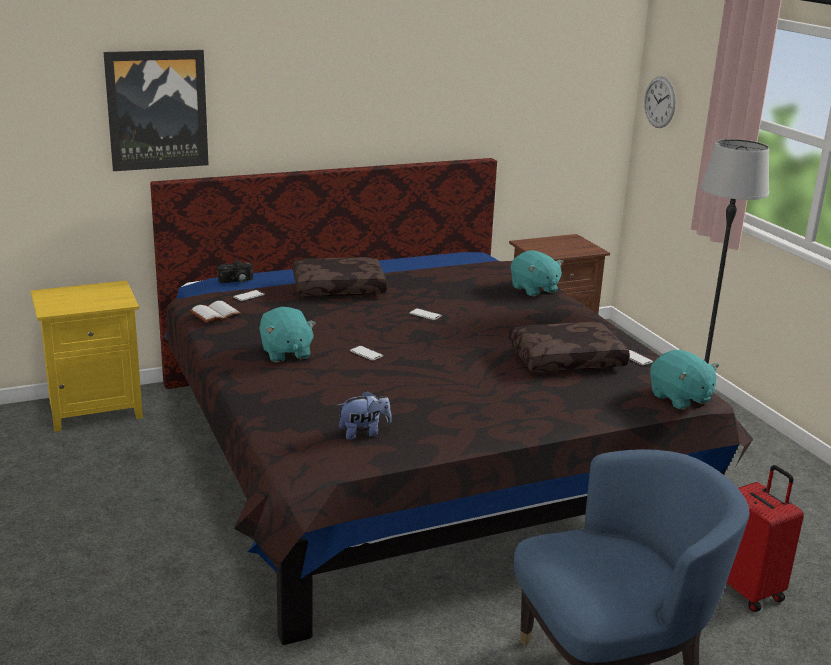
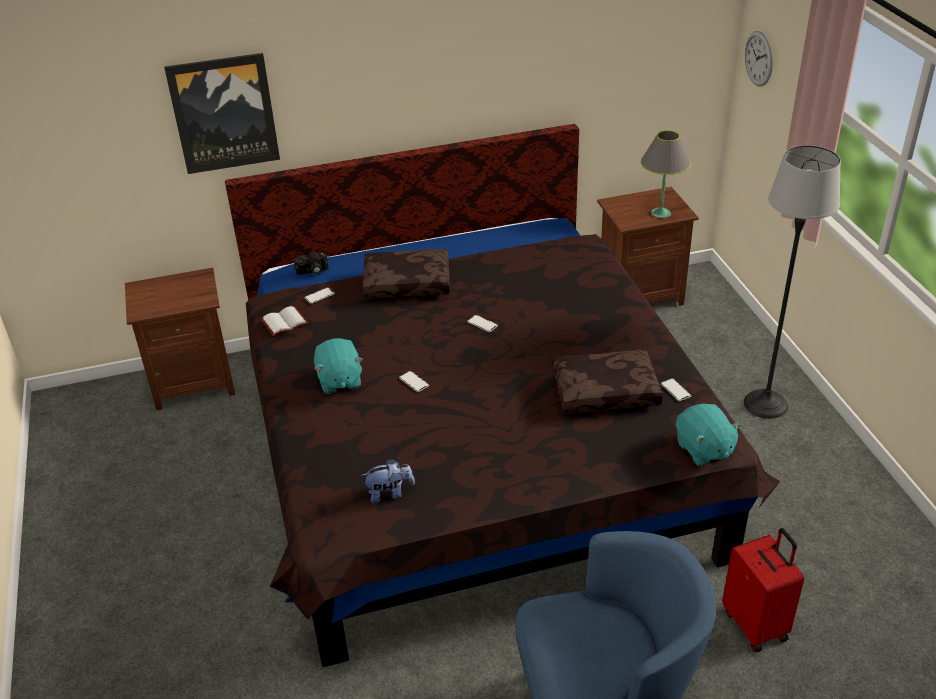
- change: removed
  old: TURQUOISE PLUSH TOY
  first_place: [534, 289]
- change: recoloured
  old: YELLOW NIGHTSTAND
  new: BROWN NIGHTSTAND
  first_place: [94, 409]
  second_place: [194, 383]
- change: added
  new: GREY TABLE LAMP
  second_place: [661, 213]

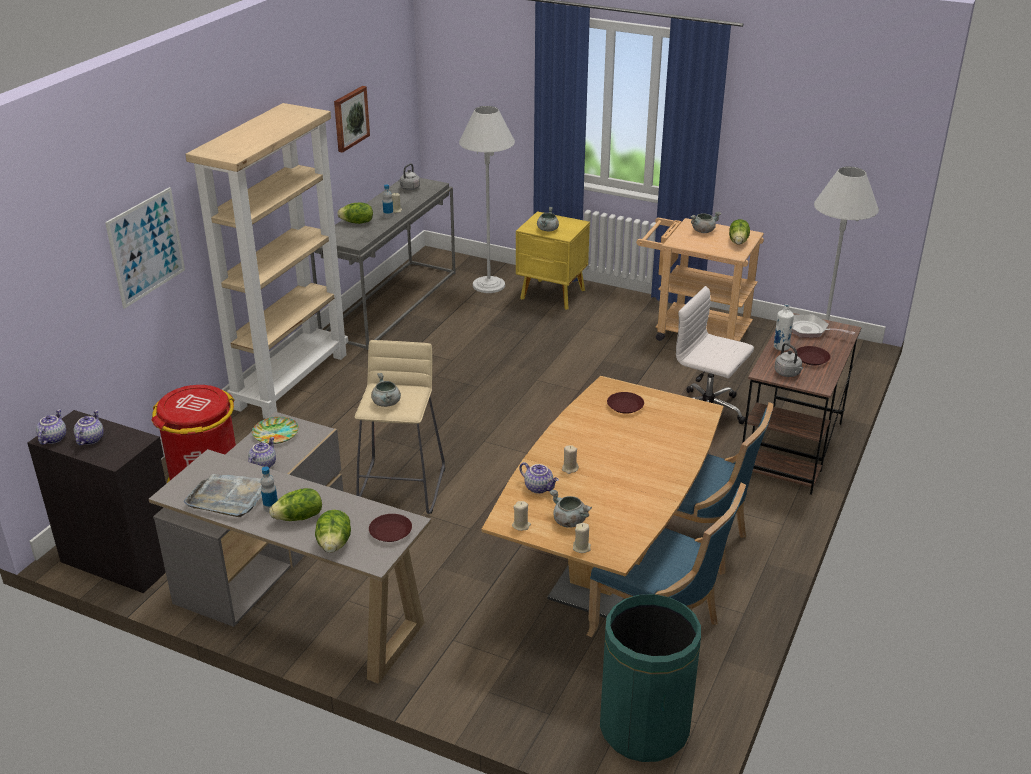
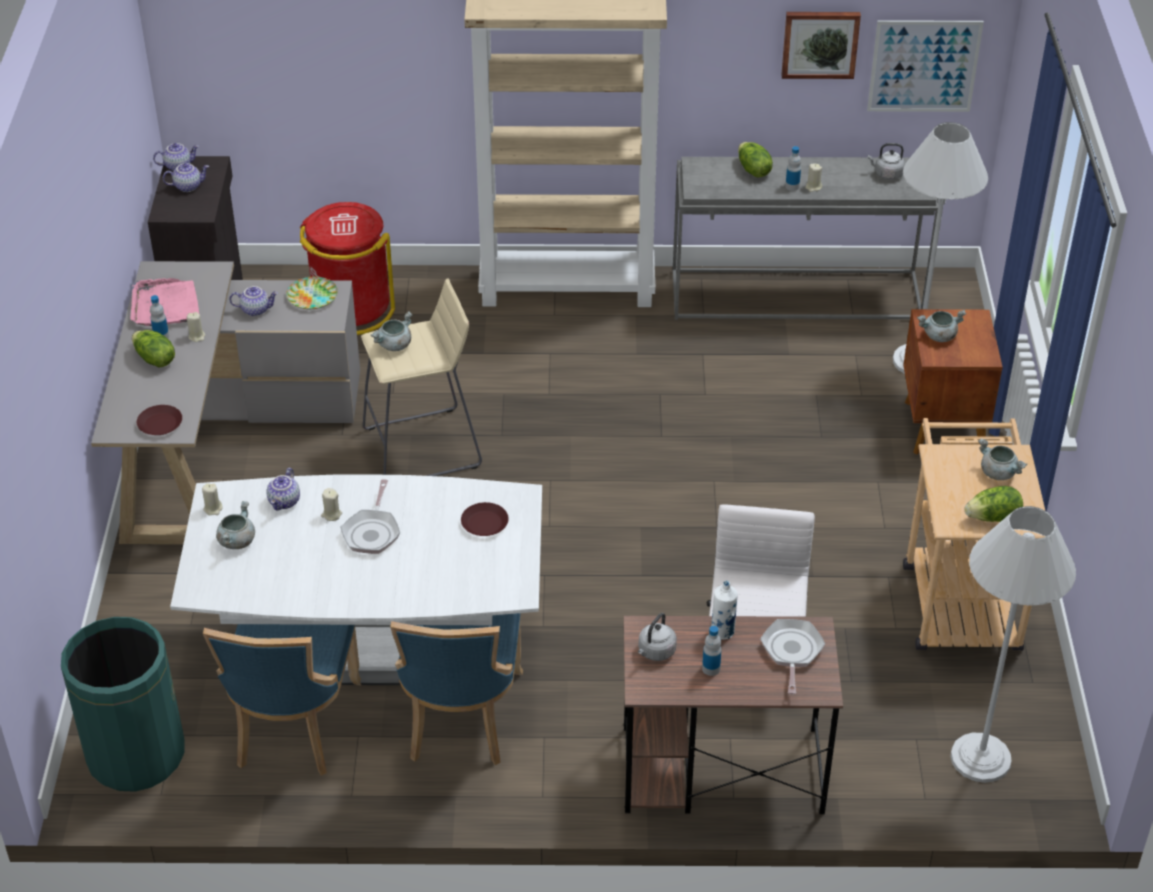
- change: moved
  old: PICTURE
  first_place: [146, 247]
  second_place: [924, 66]
- change: recoloured
  old: YELLOW NIGHTSTAND
  new: BROWN NIGHTSTAND
  first_place: [553, 295]
  second_place: [943, 428]
- change: replaced
  old: BROWN PLATE
  new: BOTTLE
  first_place: [812, 359]
  second_place: [711, 669]
- change: recoloured
  old: BROWN DINING TABLE
  new: WHITE DINING TABLE
  first_place: [605, 566]
  second_place: [373, 654]
- change: recoloured
  old: GREY TRAY
  new: PINK TRAY
  first_place: [229, 497]
  second_place: [165, 306]
- change: removed
  old: LETTUCE
  first_place: [334, 544]
- change: moved
  old: BEIGE CANDLE
  first_place: [581, 548]
  second_place: [197, 336]
- change: added
  new: FRYING PAN
  second_place: [372, 532]

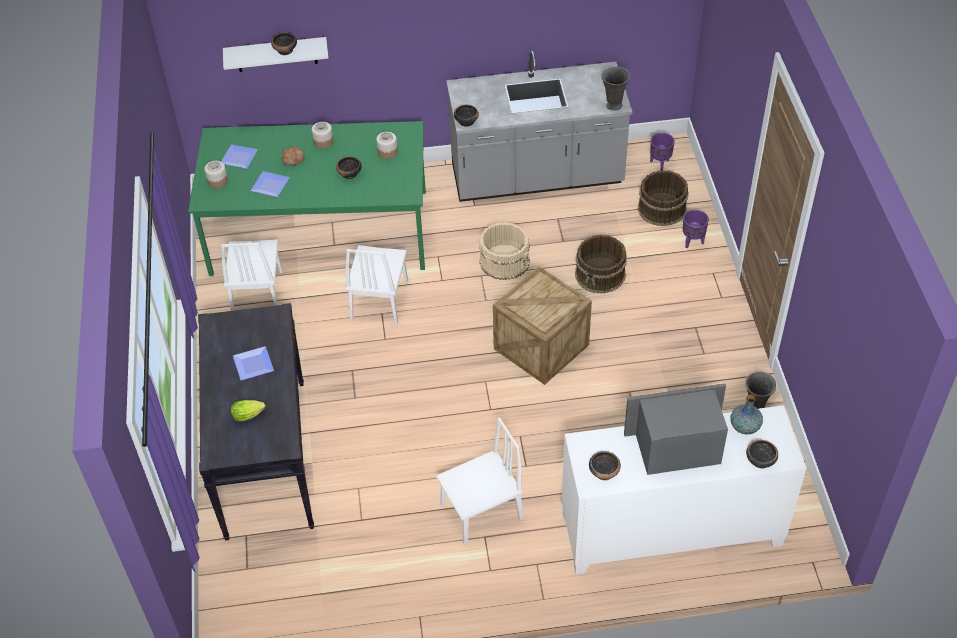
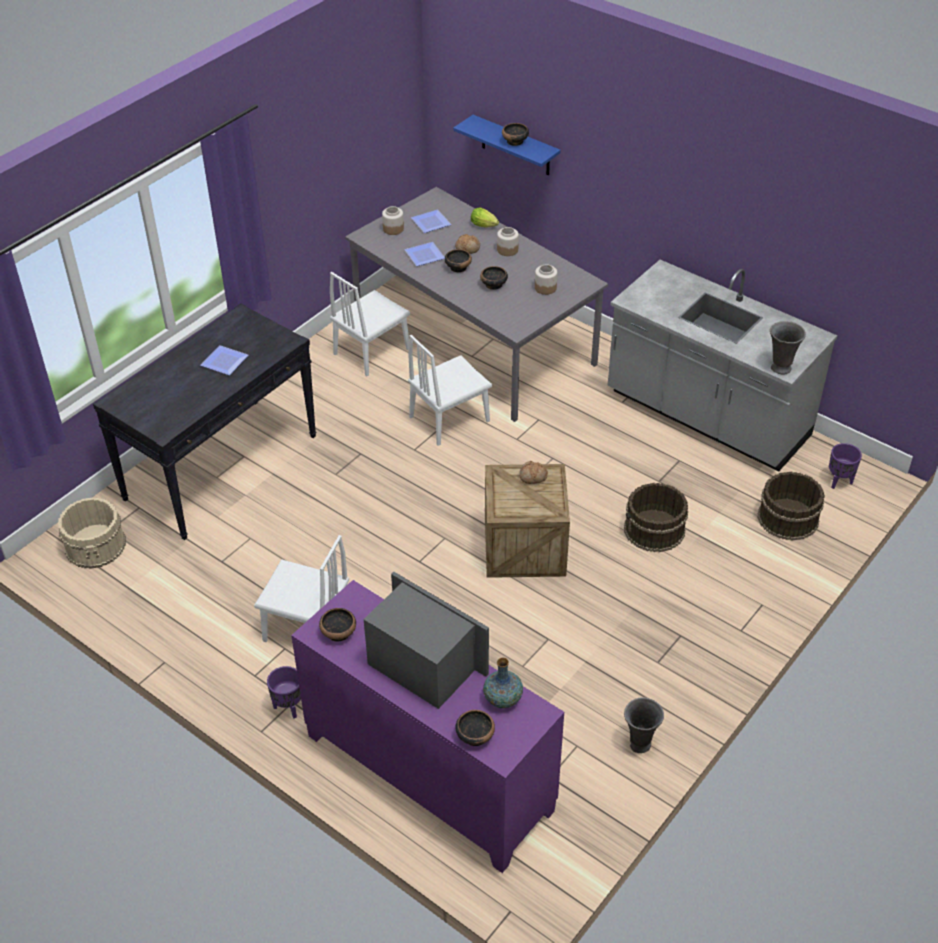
- change: recoloured
  old: WHITE SHELF
  new: BLUE SHELF
  first_place: [276, 54]
  second_place: [515, 146]
- change: moved
  old: BOWL
  first_place: [466, 121]
  second_place: [458, 267]
- change: recoloured
  old: GREEN DINING TABLE
  new: GREY DINING TABLE
  first_place: [319, 233]
  second_place: [472, 340]
- change: moved
  old: PURPLE PLANTER
  first_place: [693, 242]
  second_place: [289, 707]
- change: moved
  old: BEIGE BUCKET
  first_place: [504, 261]
  second_place: [96, 545]
- change: moved
  old: LETTUCE
  first_place: [249, 415]
  second_place: [485, 226]
- change: recoloured
  old: WHITE CABINET
  new: PURPLE CABINET
  first_place: [671, 530]
  second_place: [427, 773]
- change: added
  new: BREAD
  second_place: [533, 477]

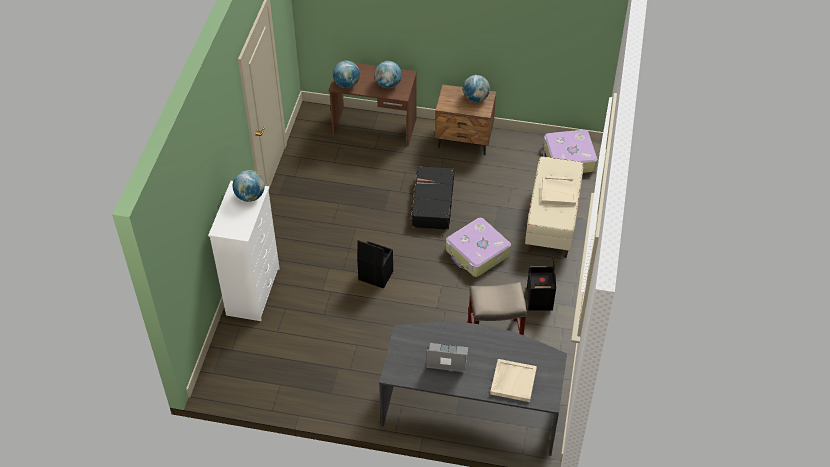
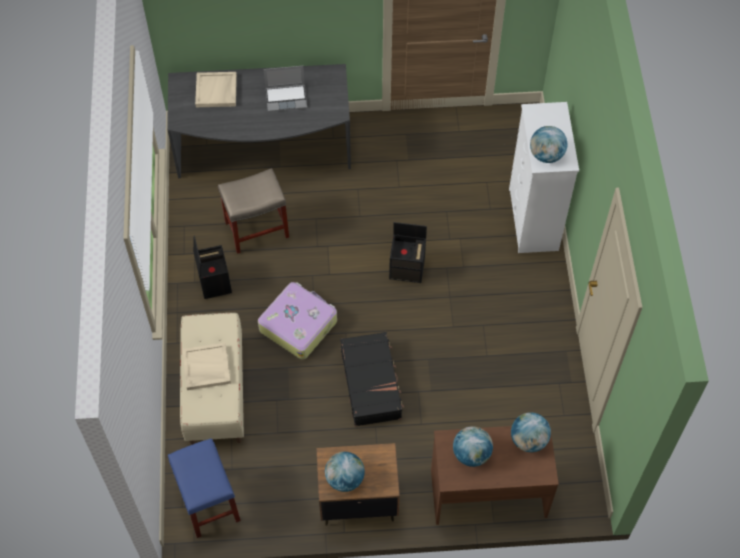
- change: replaced
  old: SUITCASE
  new: BLUE STOOL
  first_place: [568, 159]
  second_place: [208, 501]

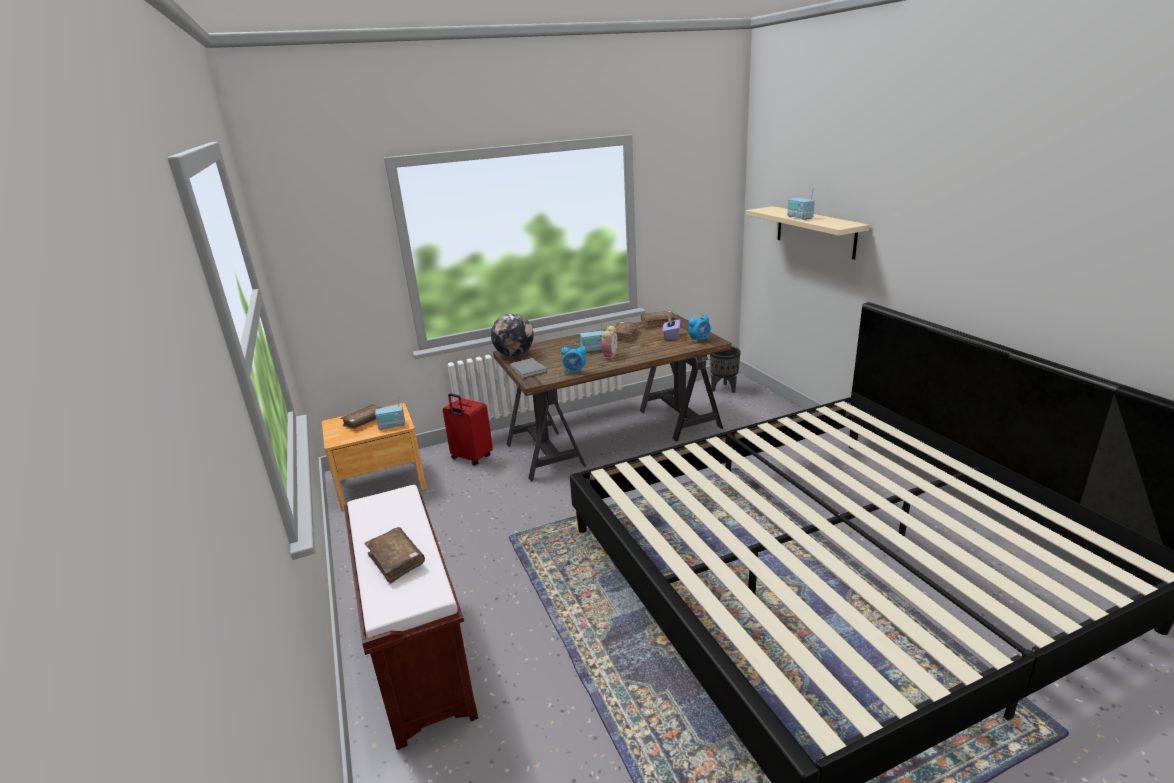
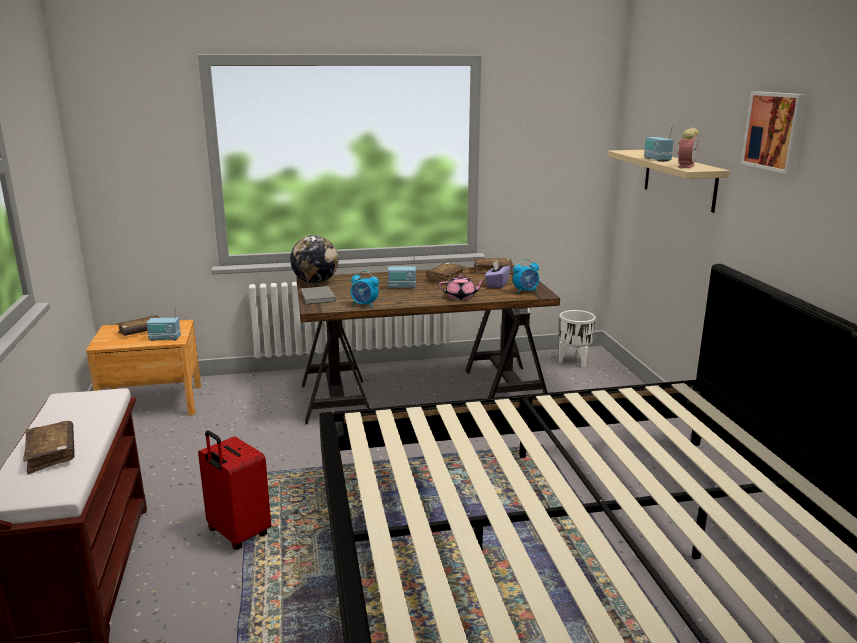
- change: moved
  old: ALARM CLOCK
  first_place: [610, 355]
  second_place: [686, 166]
- change: recoloured
  old: BLACK PLANTER
  new: WHITE PLANTER
  first_place: [724, 389]
  second_place: [574, 361]
- change: moved
  old: RED SUITCASE
  first_place: [471, 458]
  second_place: [237, 534]
- change: added
  new: PICTURE
  second_place: [776, 131]
- change: added
  new: PINK TEAPOT
  second_place: [461, 297]

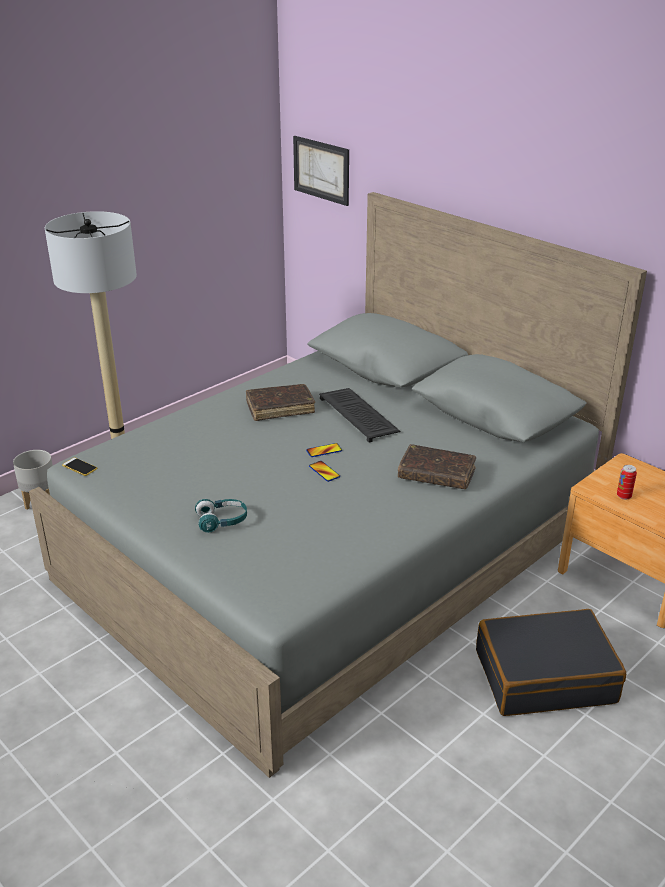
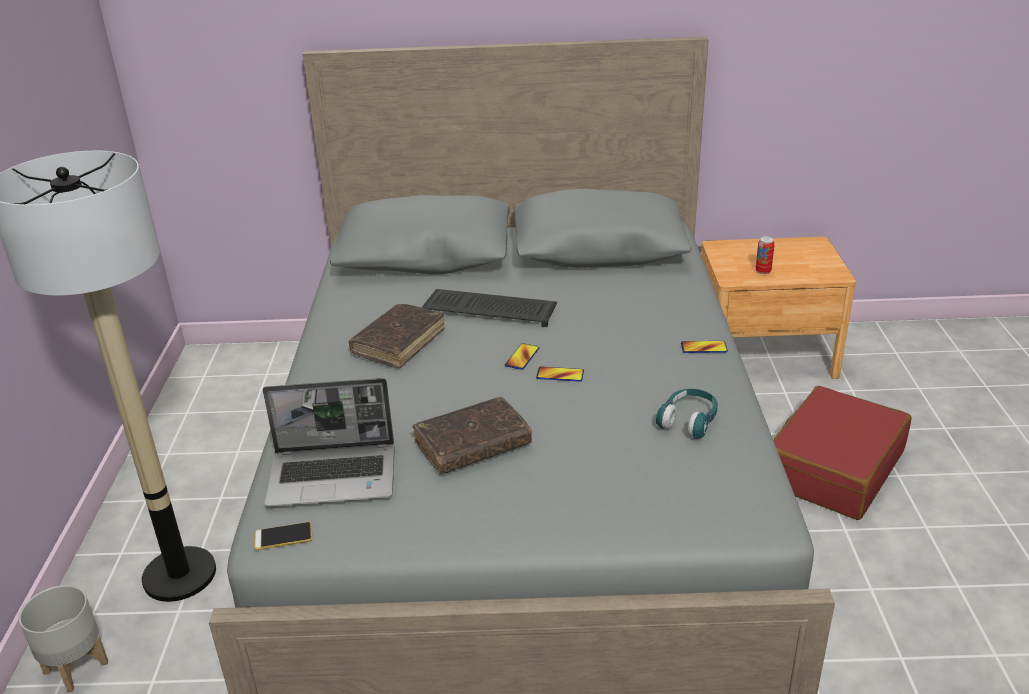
- change: removed
  old: PICTURE
  first_place: [321, 170]
- change: moved
  old: BROWN BOOK
  first_place: [436, 474]
  second_place: [472, 445]
- change: moved
  old: TURQUOISE HEADPHONES
  first_place: [222, 521]
  second_place: [688, 421]
- change: recoloured
  old: BLACK SUITCASE
  new: RED SUITCASE
  first_place: [544, 676]
  second_place: [832, 467]
- change: added
  new: PHONE
  second_place: [703, 348]
- change: added
  new: LAPTOP
  second_place: [334, 476]

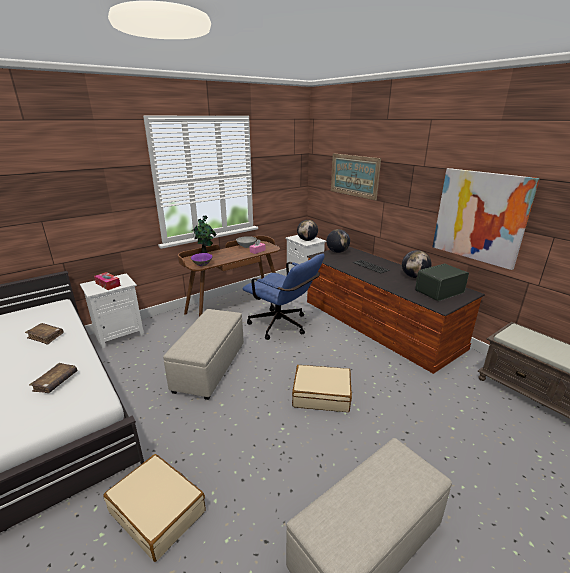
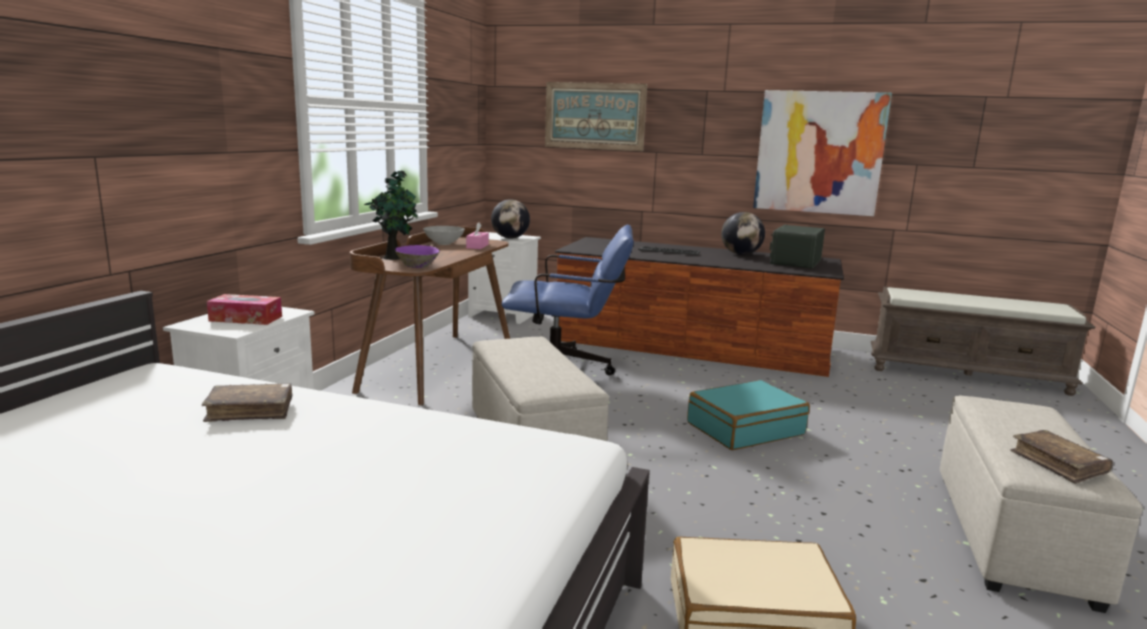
- change: removed
  old: GLOBE
  first_place: [337, 252]
- change: moved
  old: BROWN BOOK
  first_place: [56, 382]
  second_place: [1058, 464]
- change: recoloured
  old: BEIGE SUITCASE
  new: TURQUOISE SUITCASE
  first_place: [321, 395]
  second_place: [745, 428]

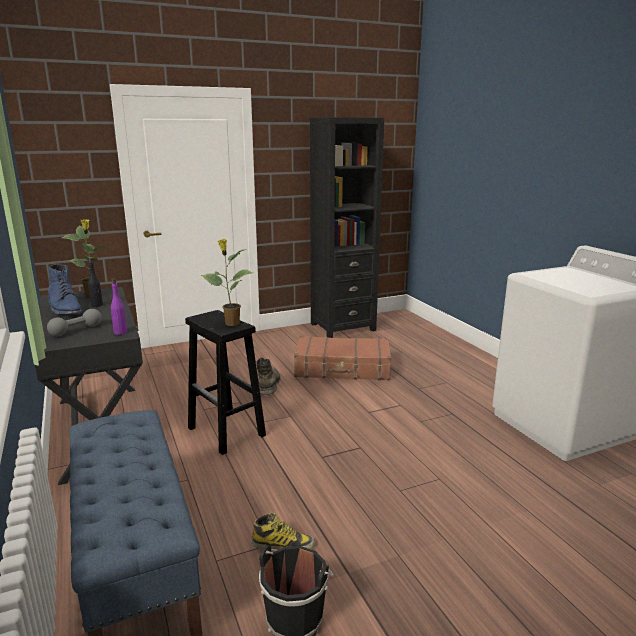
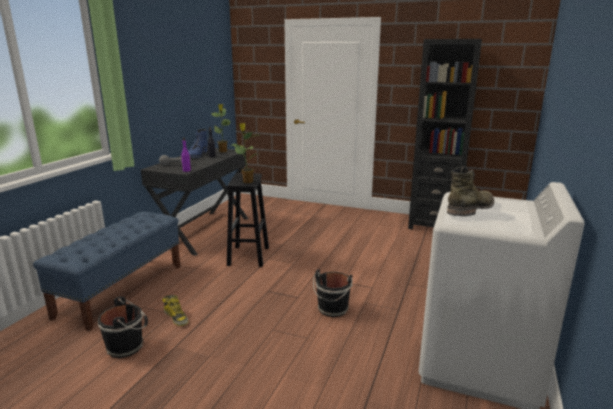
- change: removed
  old: BROWN SUITCASE
  first_place: [343, 369]
- change: moved
  old: GREEN BOOT
  first_place: [269, 384]
  second_place: [471, 209]
- change: added
  new: BLACK BUCKET
  second_place: [332, 309]

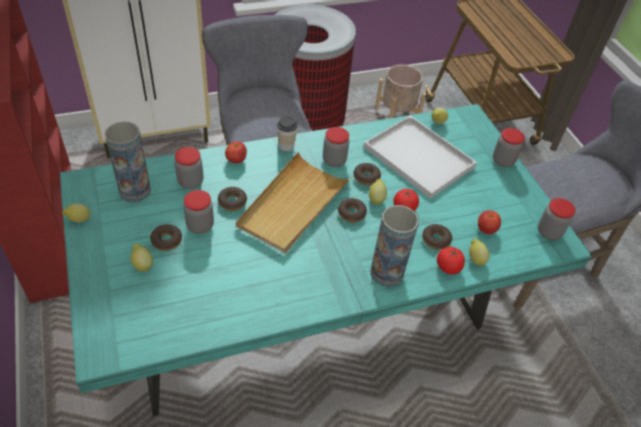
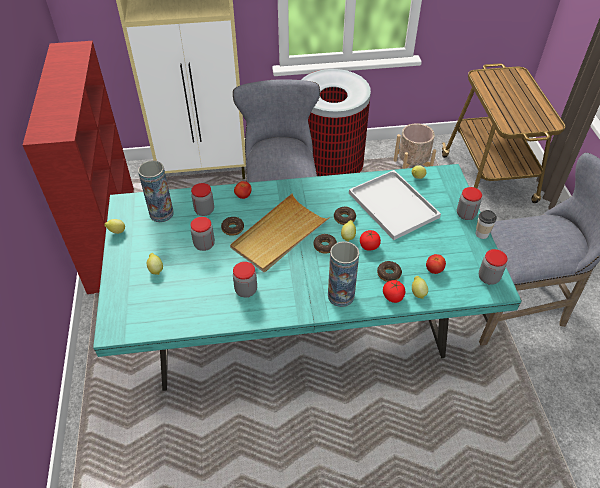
- change: moved
  old: CUP
  first_place: [286, 146]
  second_place: [482, 234]
- change: moved
  old: JAR
  first_place: [334, 161]
  second_place: [246, 290]
- change: removed
  old: DONUT
  first_place: [166, 240]

